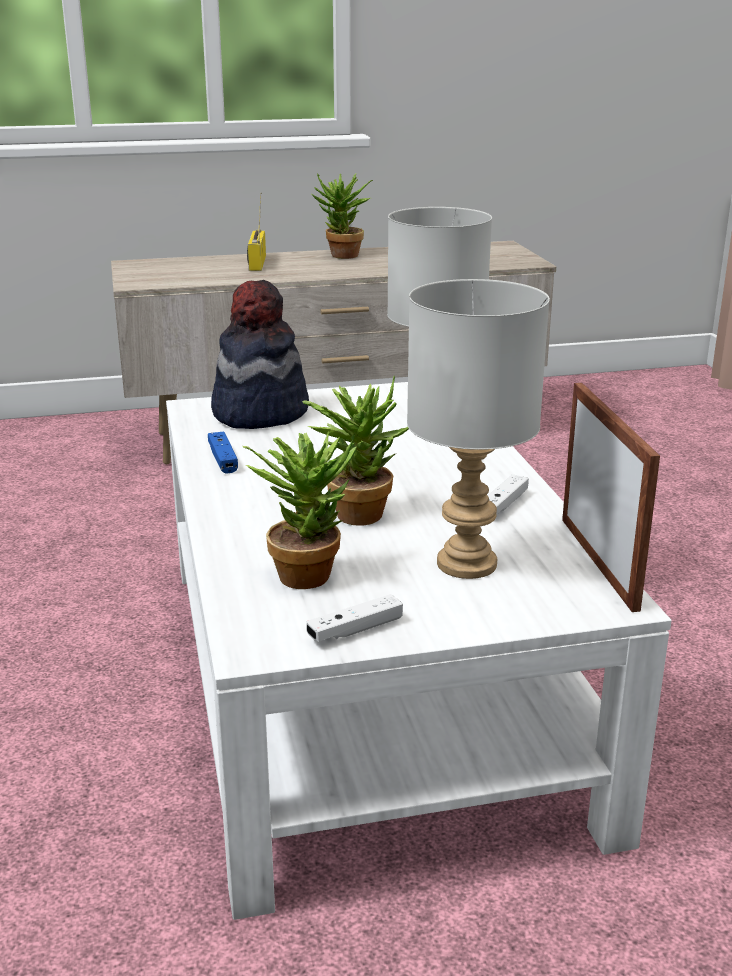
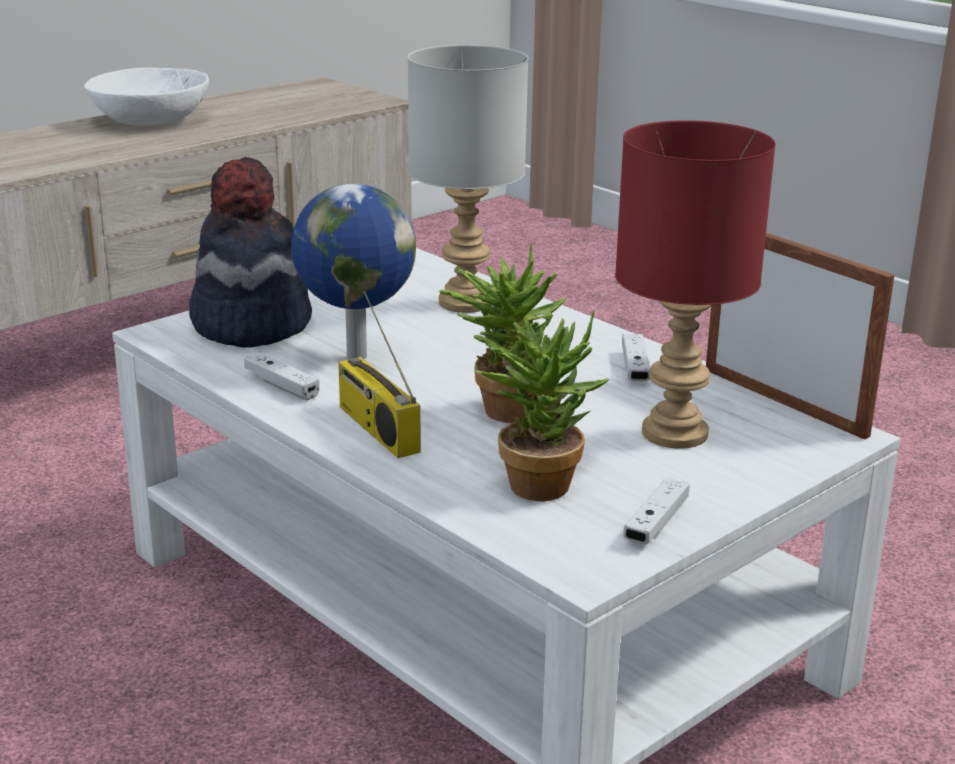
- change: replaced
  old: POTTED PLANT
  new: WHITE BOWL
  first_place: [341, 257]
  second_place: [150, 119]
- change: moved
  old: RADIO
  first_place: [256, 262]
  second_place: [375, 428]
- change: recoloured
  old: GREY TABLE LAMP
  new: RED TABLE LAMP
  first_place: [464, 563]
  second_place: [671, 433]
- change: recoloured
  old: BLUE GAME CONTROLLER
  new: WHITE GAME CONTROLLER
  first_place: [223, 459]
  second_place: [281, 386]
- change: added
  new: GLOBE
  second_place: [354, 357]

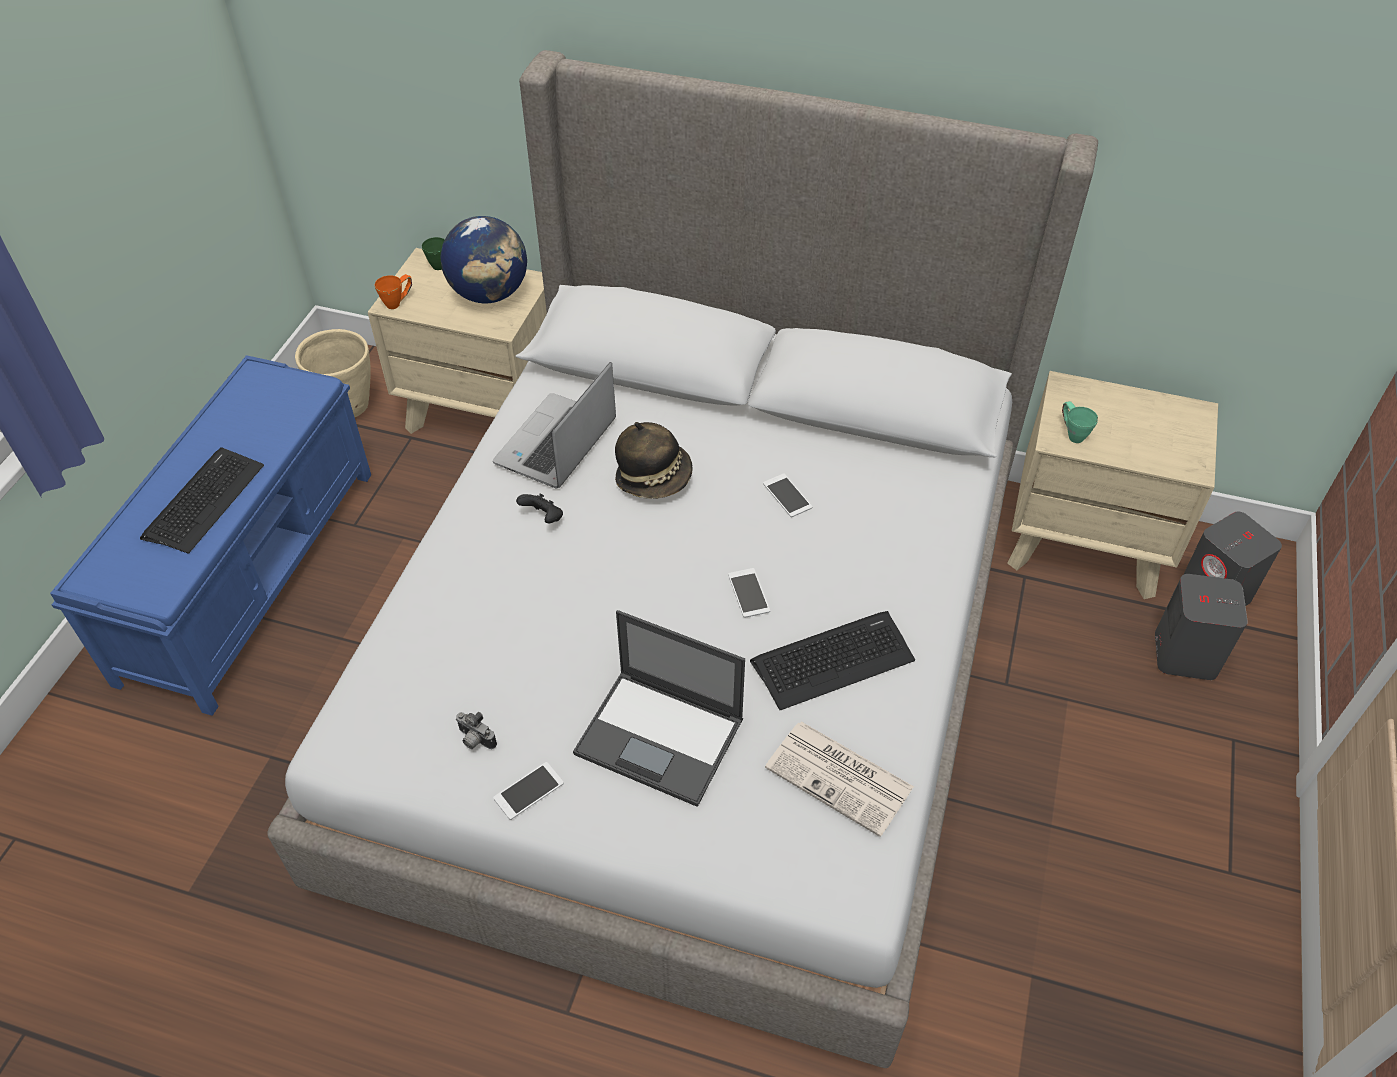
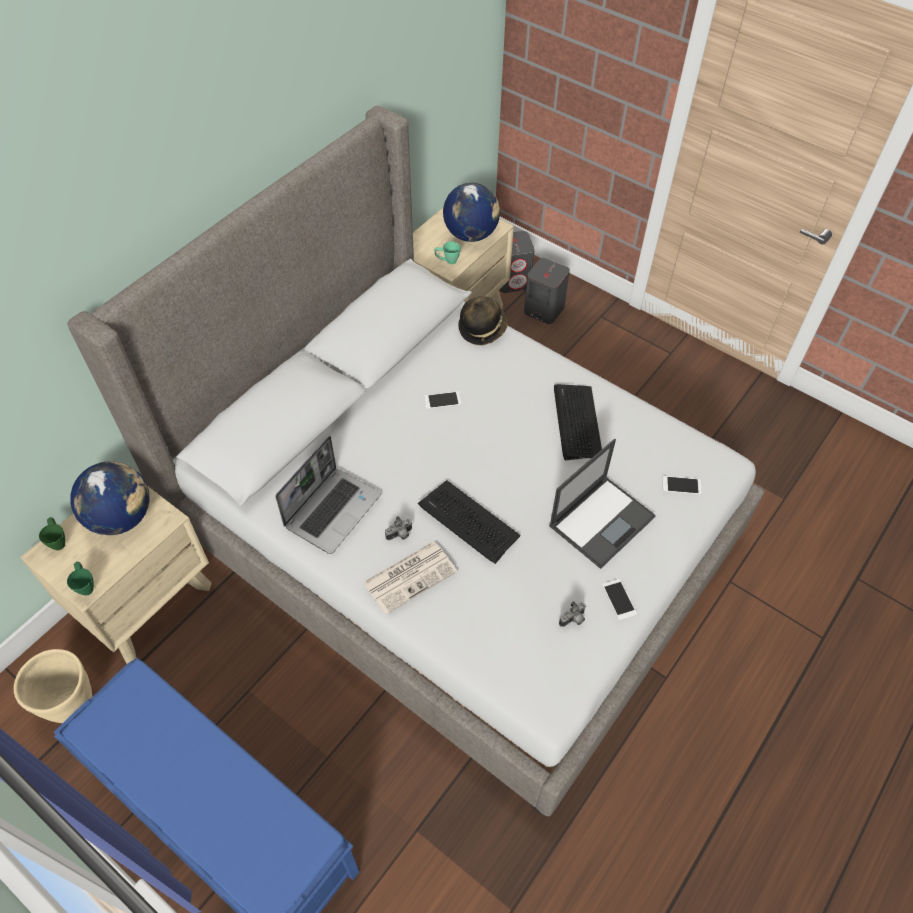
- change: recoloured
  old: ORANGE MUG
  new: GREEN MUG
  first_place: [398, 302]
  second_place: [86, 585]
- change: turned
  old: LAPTOP
  first_place: [556, 444]
  second_place: [333, 510]
  degrees: -105
- change: moved
  old: HAT
  first_place: [654, 477]
  second_place: [482, 328]
- change: moved
  old: KEYBOARD
  first_place: [204, 501]
  second_place: [468, 521]
- change: replaced
  old: BLACK GAME CONTROLLER
  new: PHOTO CAMERA
  first_place: [543, 518]
  second_place: [400, 535]
- change: moved
  old: PHONE
  first_place: [748, 593]
  second_place: [681, 485]
- change: moved
  old: NEWSPAPER
  first_place: [841, 778]
  second_place: [410, 576]
- change: added
  new: GLOBE
  second_place: [471, 234]

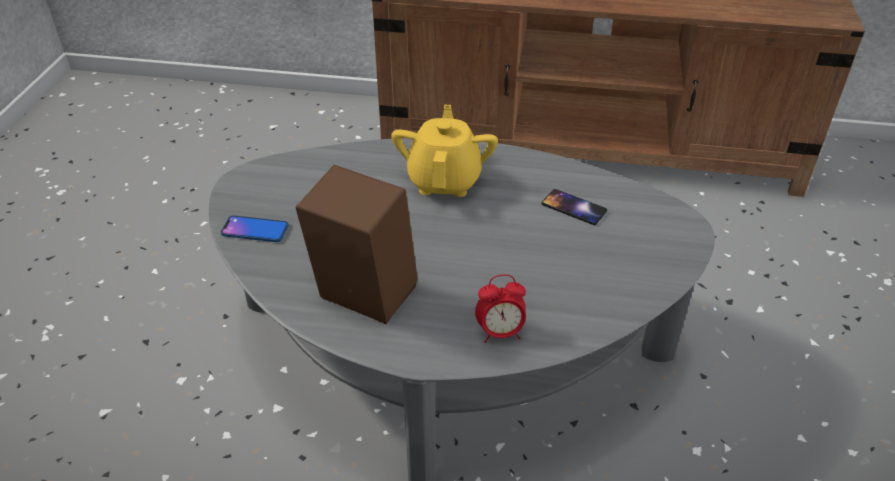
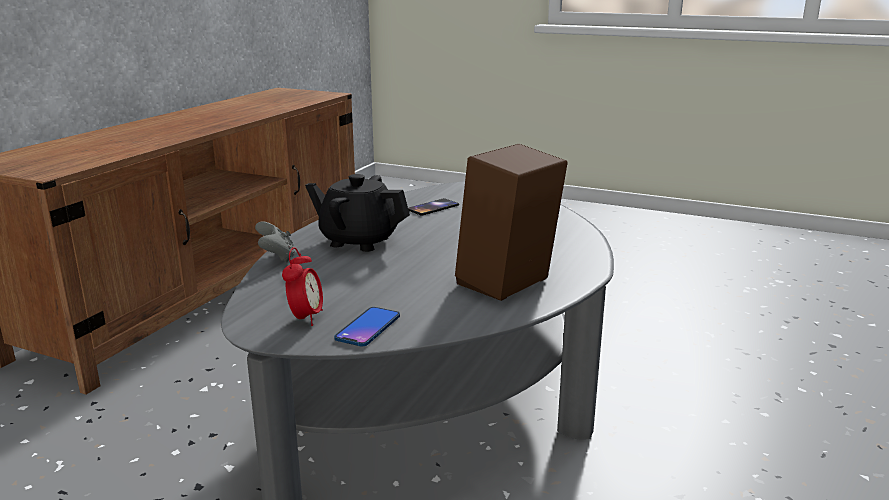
- change: recoloured
  old: YELLOW TEAPOT
  new: BLACK TEAPOT
  first_place: [444, 180]
  second_place: [359, 241]
- change: moved
  old: ALARM CLOCK
  first_place: [500, 333]
  second_place: [306, 318]
- change: added
  new: GREY GAME CONTROLLER
  second_place: [277, 257]

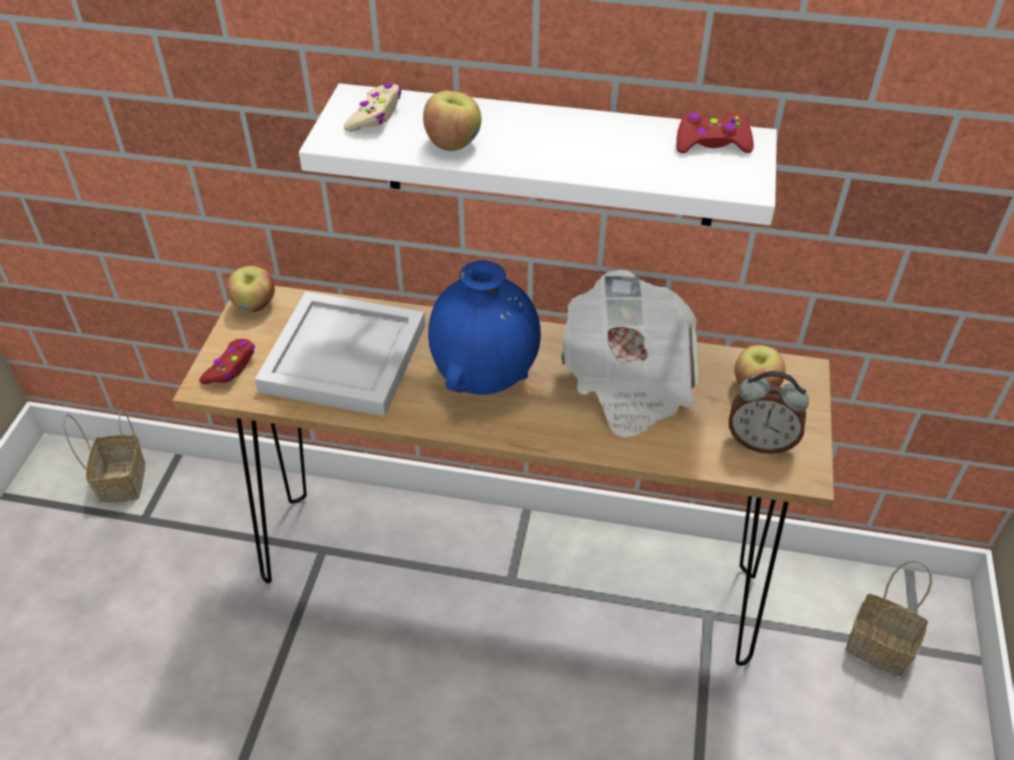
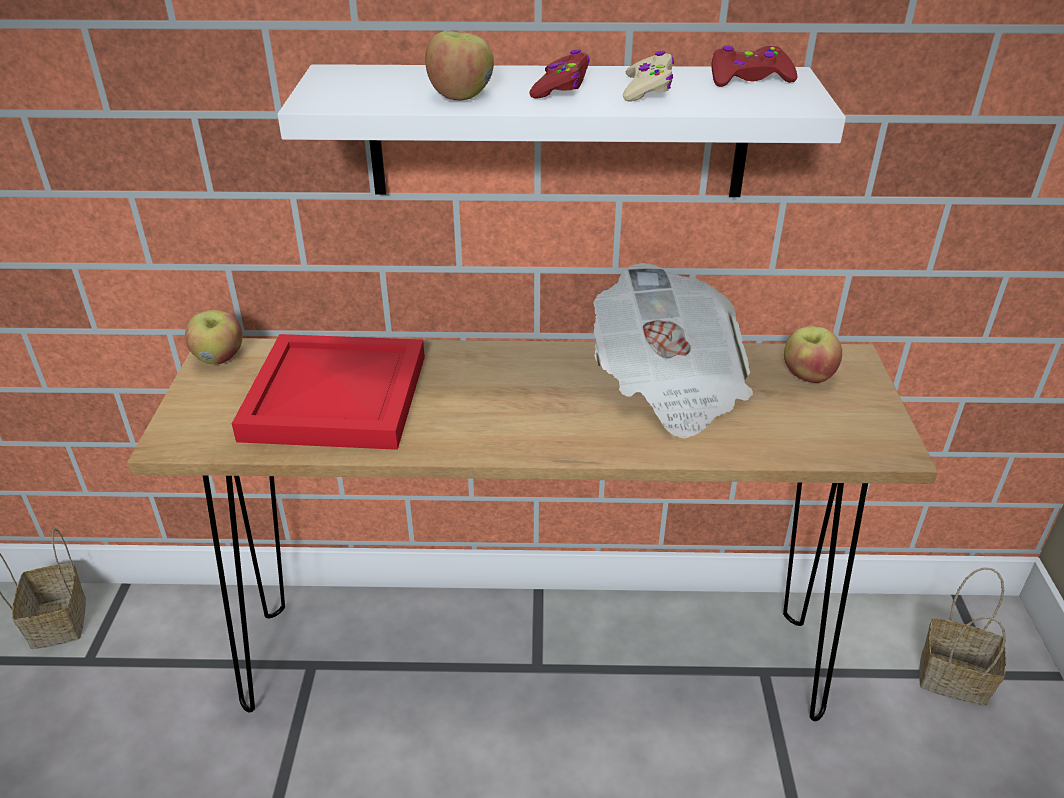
- change: moved
  old: BEIGE GAME CONTROLLER
  first_place: [375, 116]
  second_place: [647, 89]
- change: removed
  old: BLUE VASE
  first_place: [485, 377]
- change: recoloured
  old: WHITE TRAY
  new: RED TRAY
  first_place: [343, 355]
  second_place: [334, 395]
- change: moved
  old: RED GAME CONTROLLER
  first_place: [231, 367]
  second_place: [561, 87]
- change: removed
  old: ALARM CLOCK
  first_place: [760, 442]

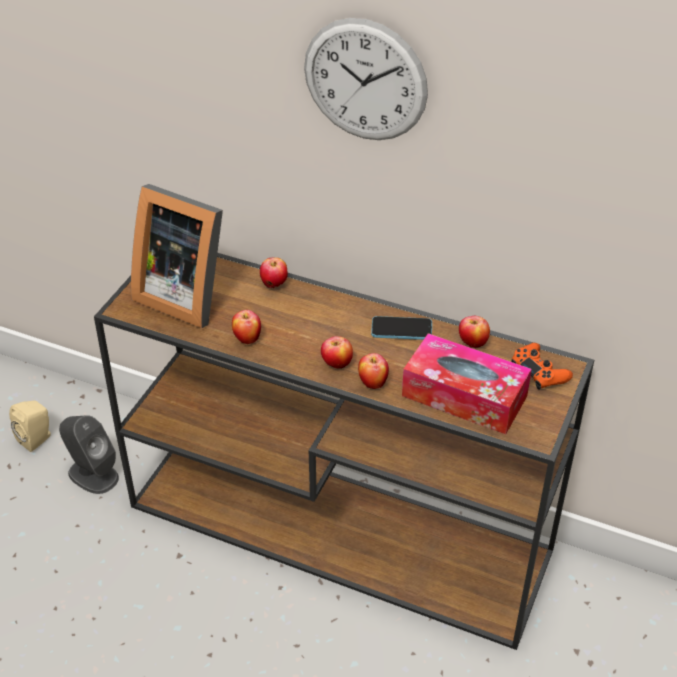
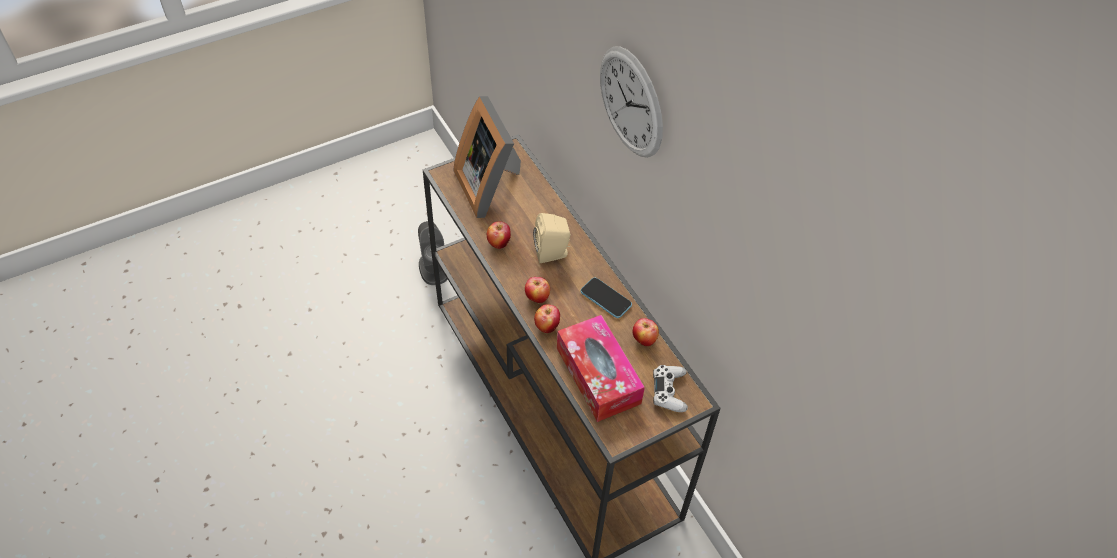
- change: removed
  old: APPLE
  first_place: [274, 285]
- change: recoloured
  old: ORANGE GAME CONTROLLER
  new: WHITE GAME CONTROLLER
  first_place: [539, 372]
  second_place: [669, 391]
- change: moved
  old: BEIGE SPEAKER
  first_place: [37, 439]
  second_place: [553, 253]

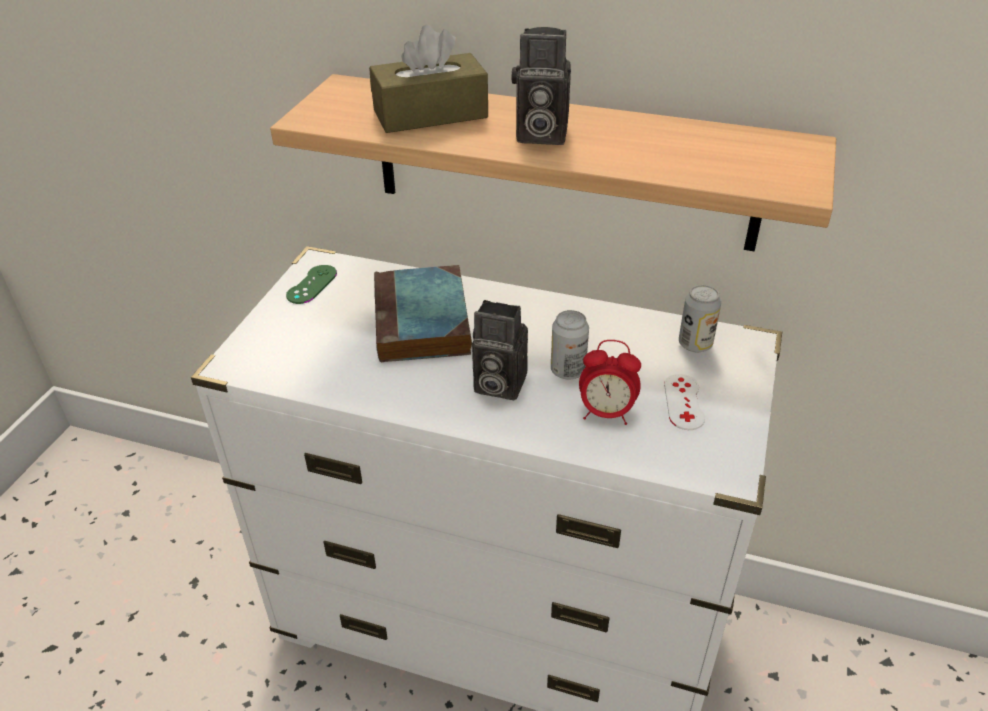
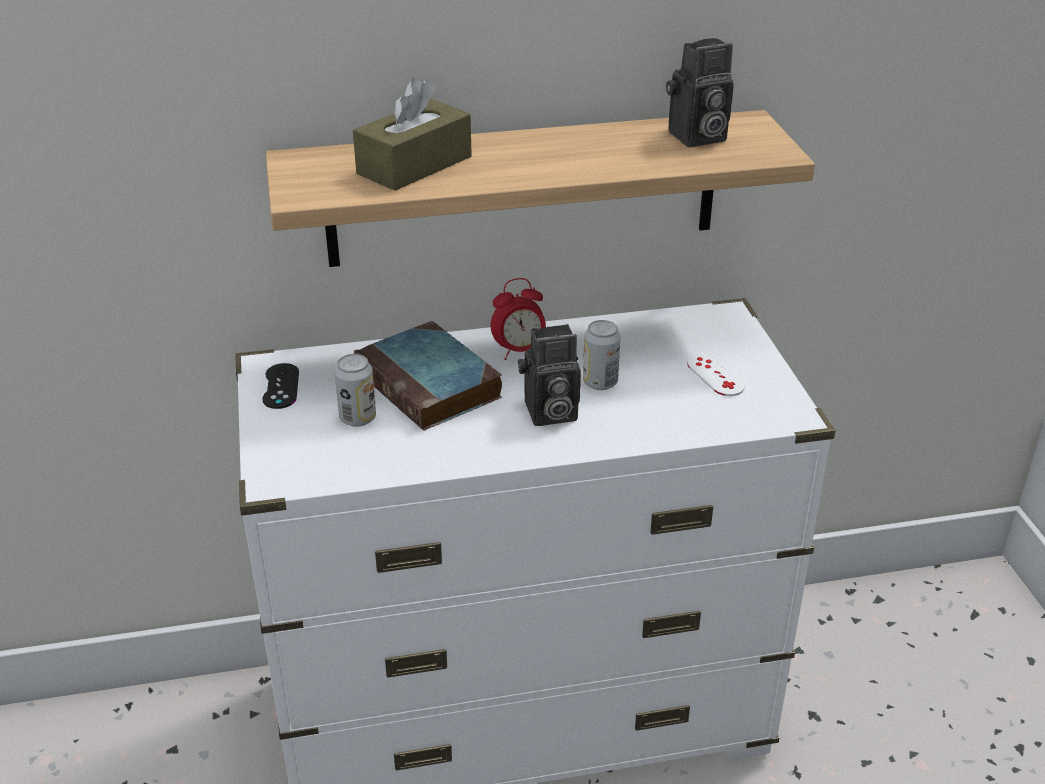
- change: moved
  old: PHOTO CAMERA
  first_place: [538, 135]
  second_place: [696, 138]
- change: recoloured
  old: GREEN GAME CONTROLLER
  new: BLACK GAME CONTROLLER
  first_place: [312, 284]
  second_place: [281, 386]
- change: moved
  old: CAN
  first_place: [695, 344]
  second_place: [358, 418]
- change: moved
  old: ALARM CLOCK
  first_place: [606, 413]
  second_place: [519, 351]

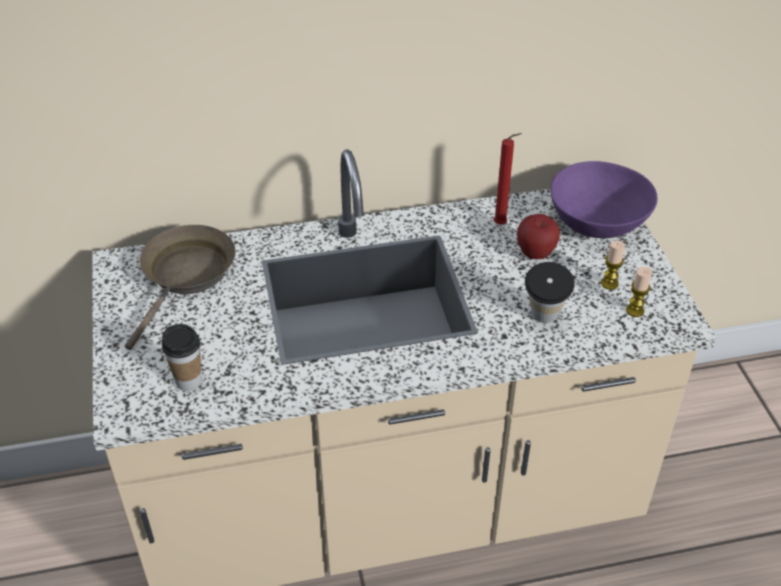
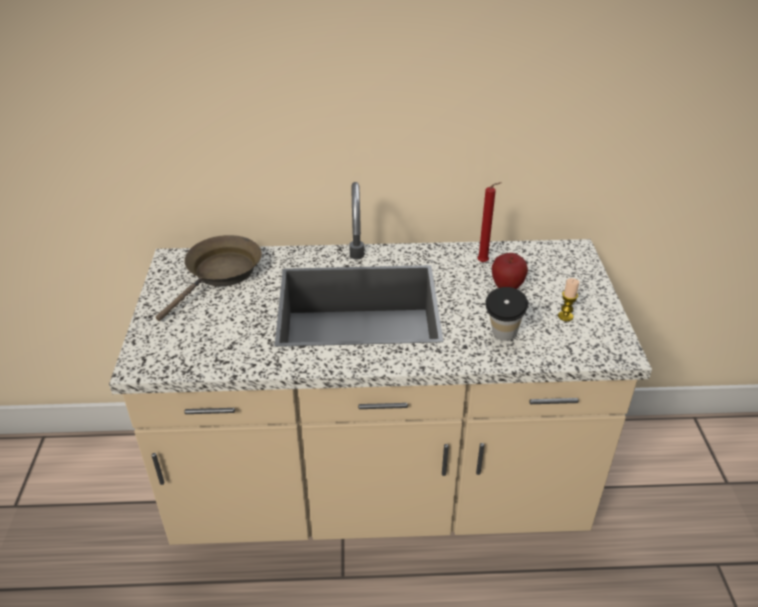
- change: removed
  old: PURPLE BOWL
  first_place: [599, 222]
- change: removed
  old: CANDLE
  first_place: [635, 310]
- change: removed
  old: CUP
  first_place: [189, 381]

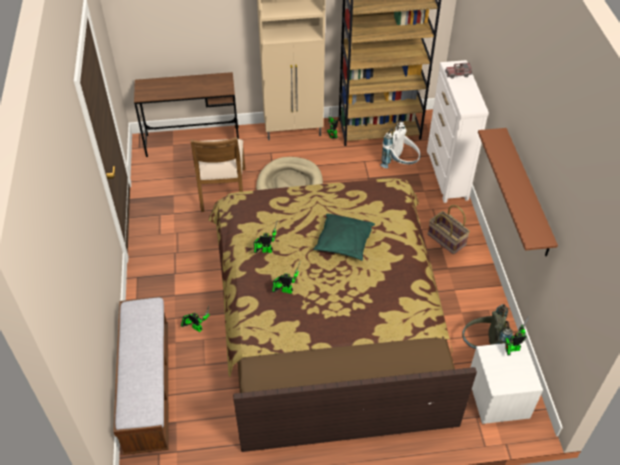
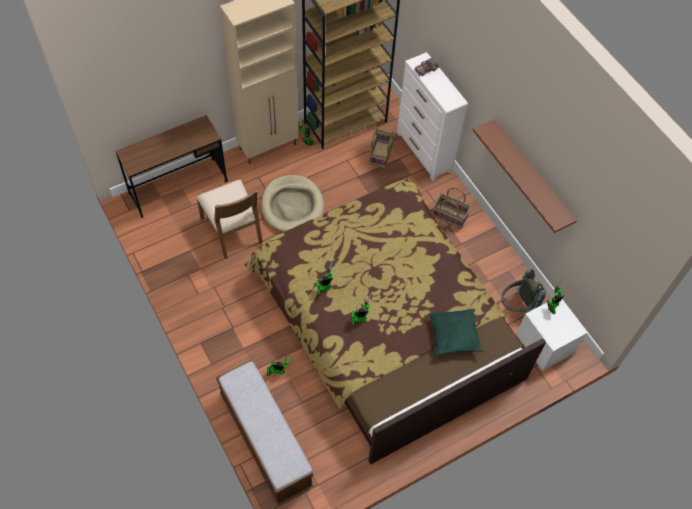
- change: replaced
  old: WHITE BACKPACK
  new: BASKET
  first_place: [400, 165]
  second_place: [380, 154]
- change: moved
  old: GREEN PILLOW
  first_place: [344, 243]
  second_place: [454, 336]

